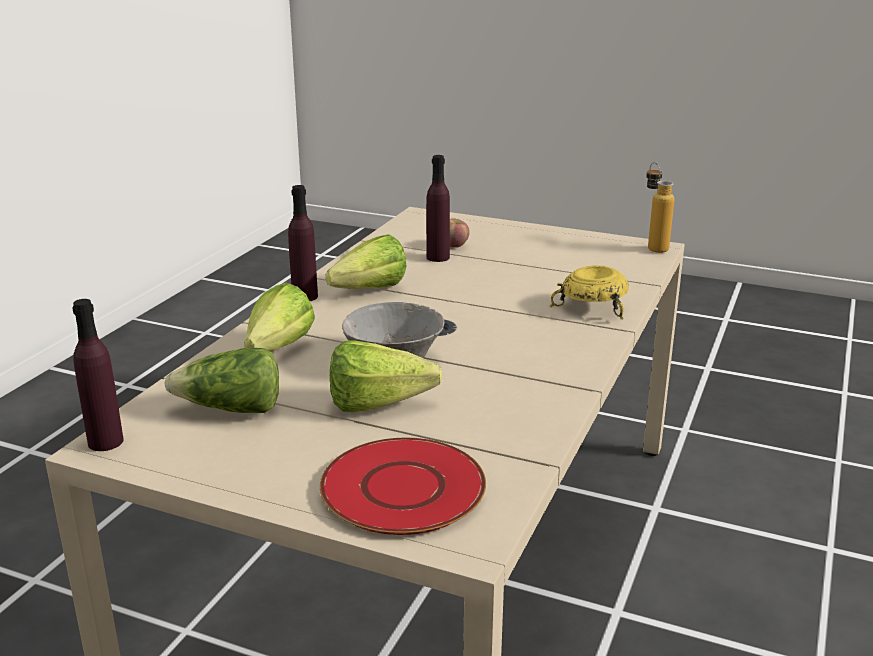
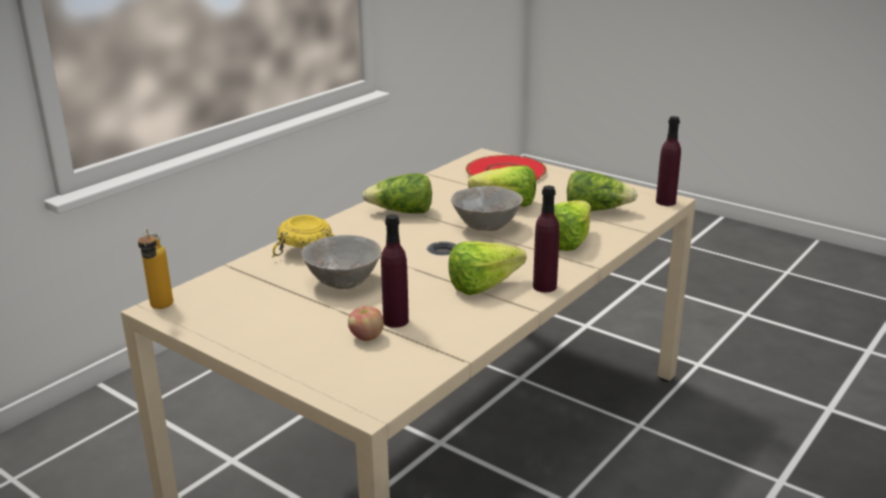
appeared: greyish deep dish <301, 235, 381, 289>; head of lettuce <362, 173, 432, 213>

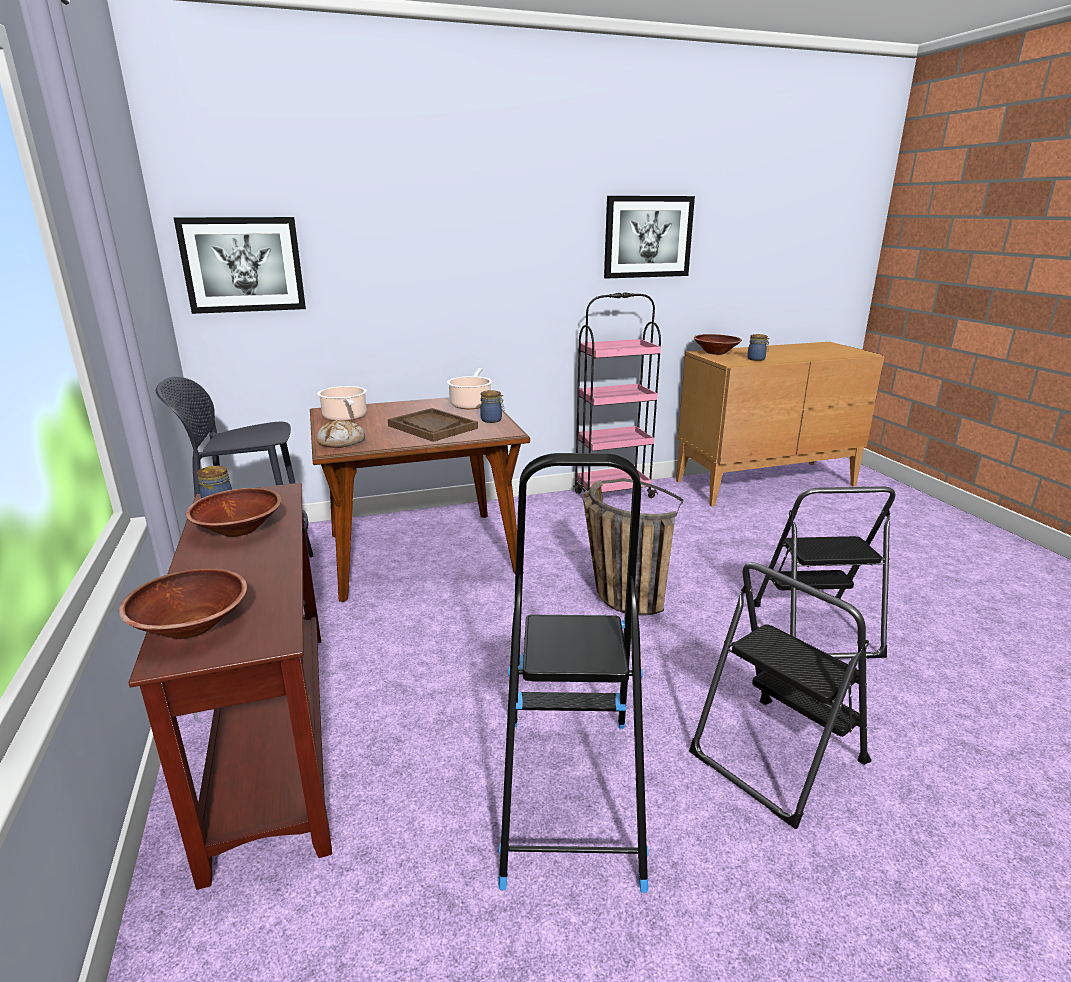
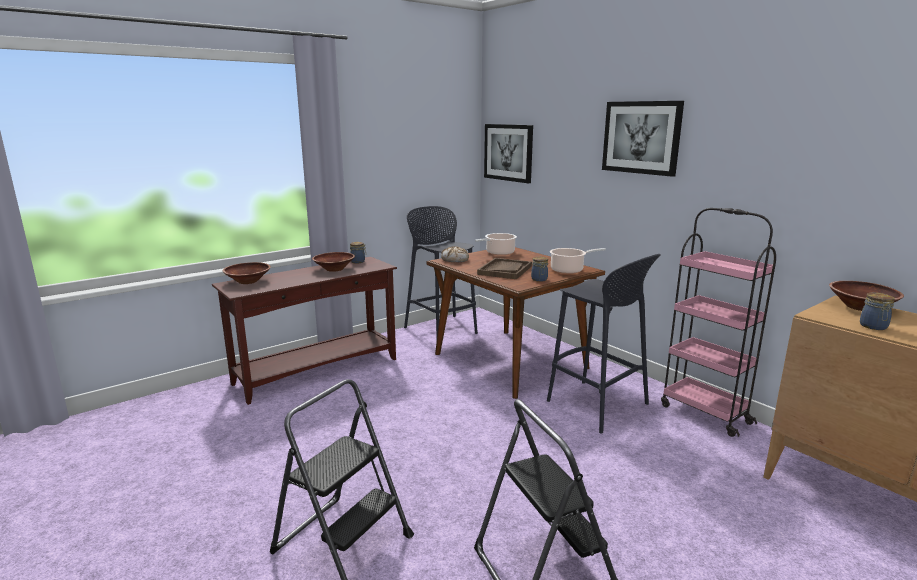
missing: blackish step stool <499, 453, 649, 893>; household basket <583, 478, 683, 616>
appeared: greyish sitting stool <547, 254, 661, 434>
relocated: wall picture <604, 196, 695, 279> to <602, 101, 684, 177>

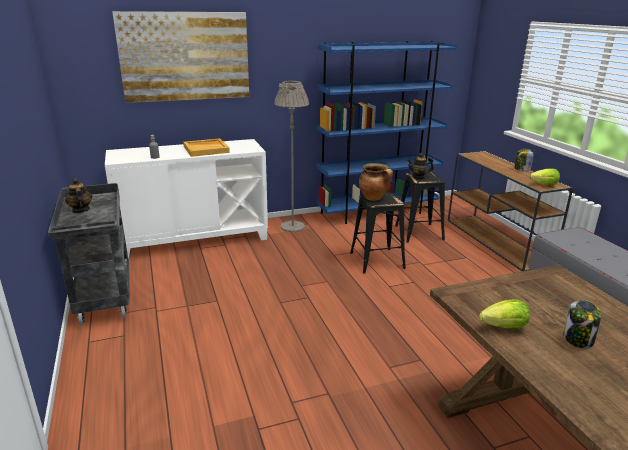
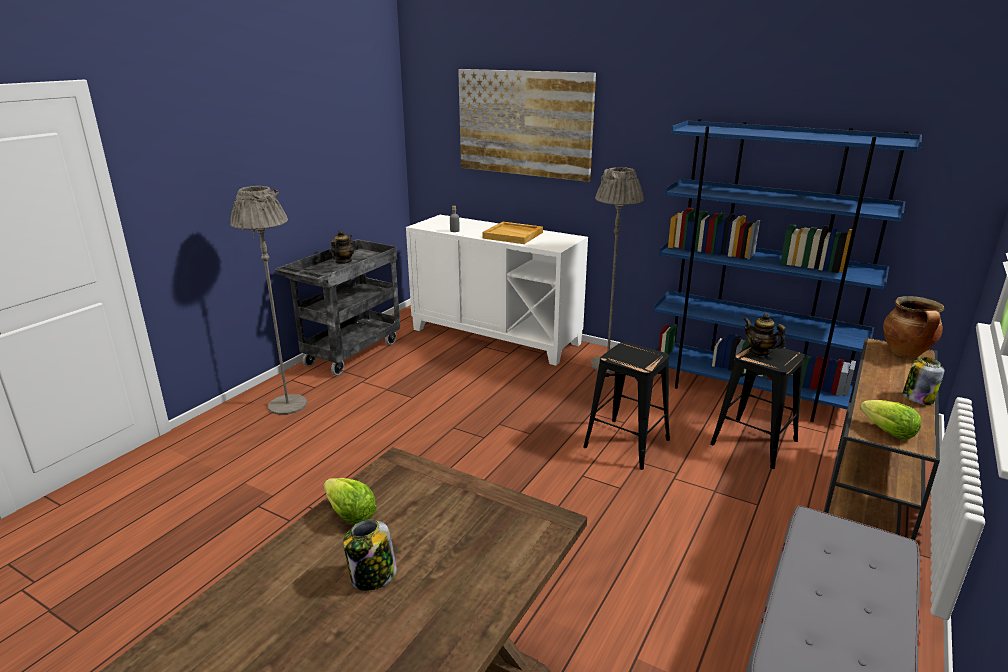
appeared: greyish standing lamp <230, 186, 307, 415>
relocated: cooking pot <359, 163, 393, 201> to <883, 296, 944, 358>

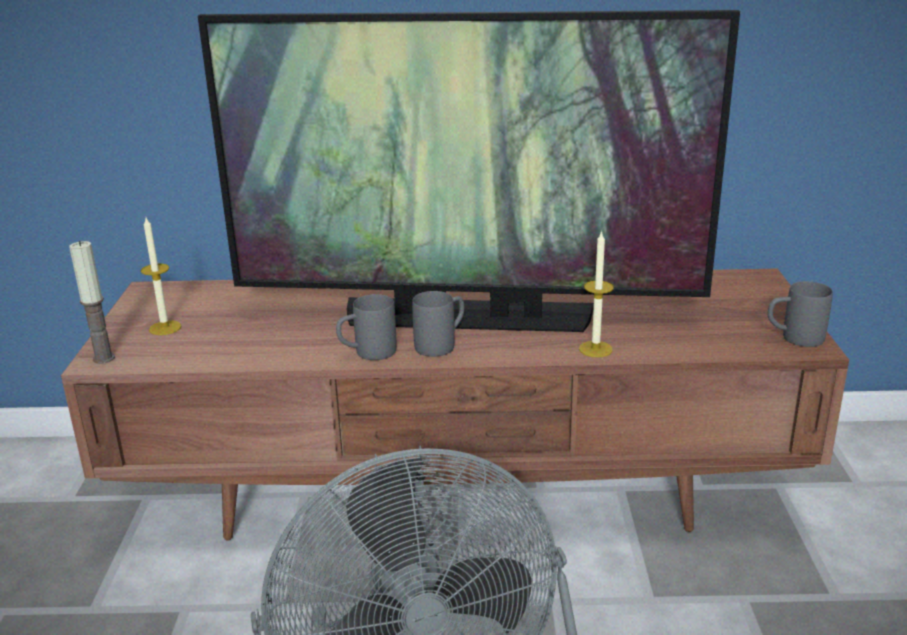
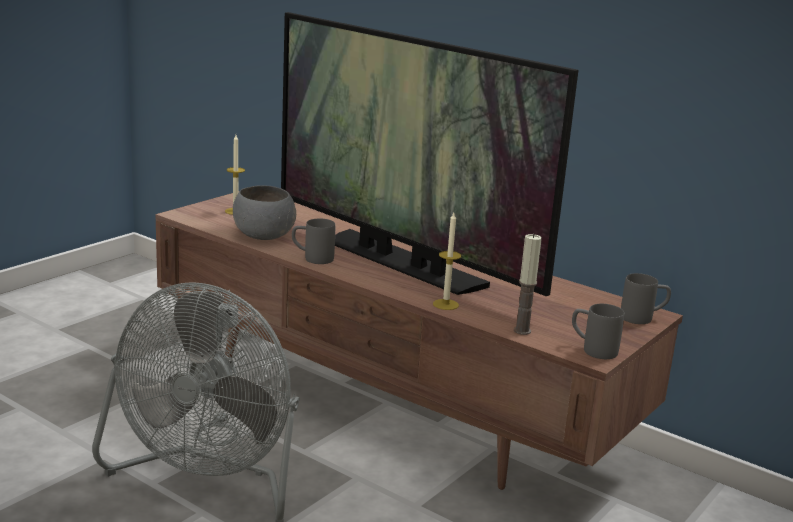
appeared: greyish deep dish <233, 185, 296, 240>
relocated: wax candle <69, 241, 115, 364> to <514, 234, 542, 335>; greyish mug <412, 291, 464, 357> to <621, 273, 671, 324>

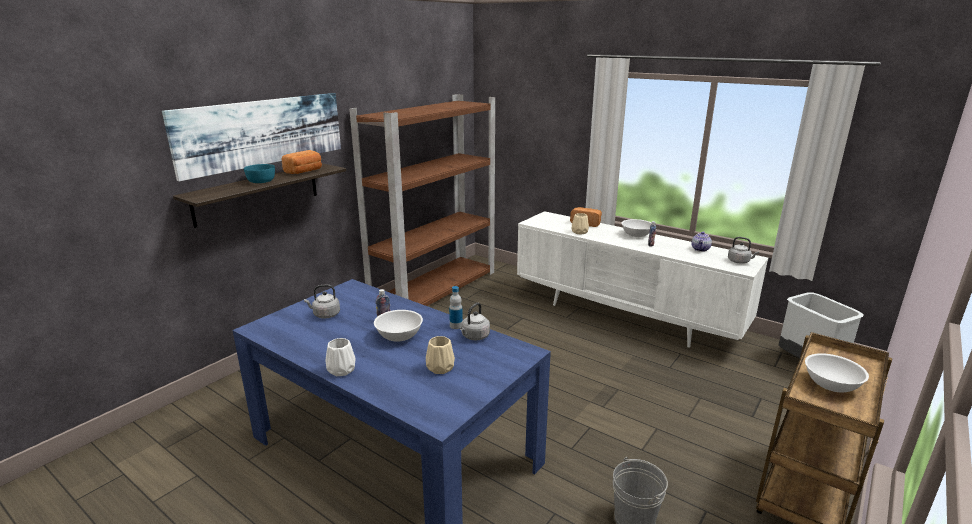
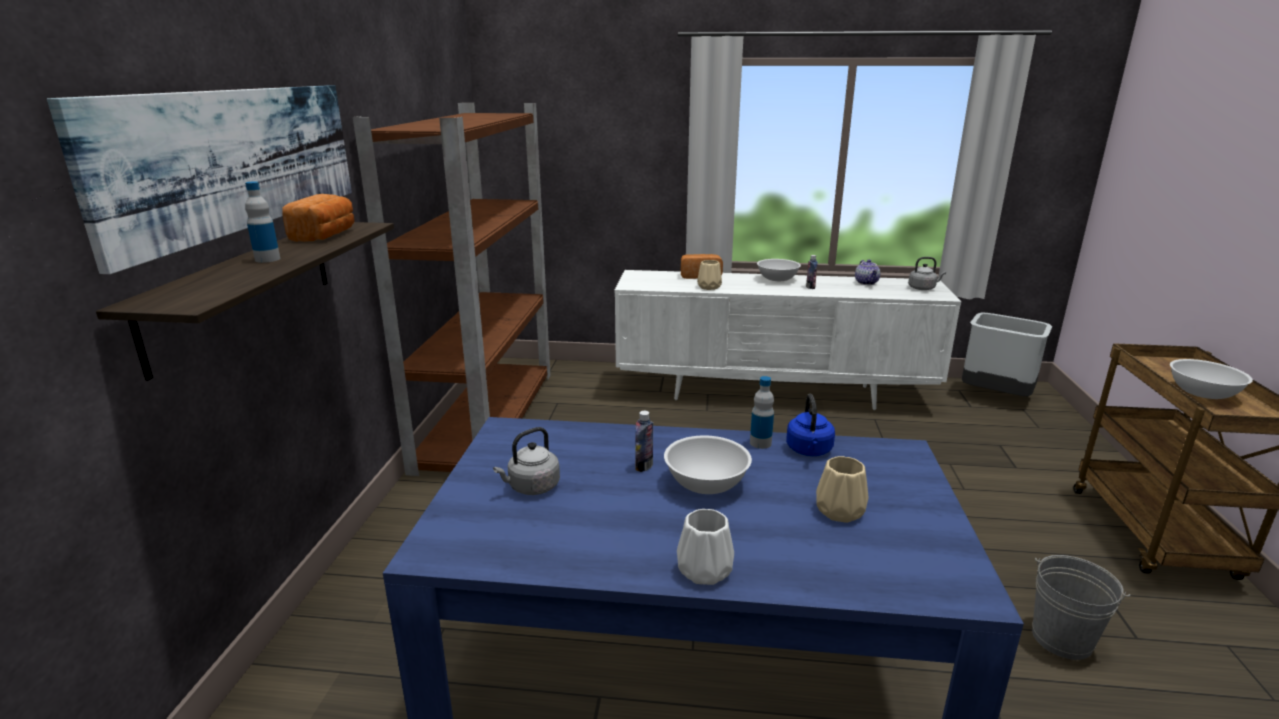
exchanged: turquoise-coloured deep dish <244, 164, 275, 183> to drink bottle <245, 181, 280, 263>
colour: greyish water kettle <460, 303, 490, 340> to blue-coloured water kettle <786, 394, 835, 456>

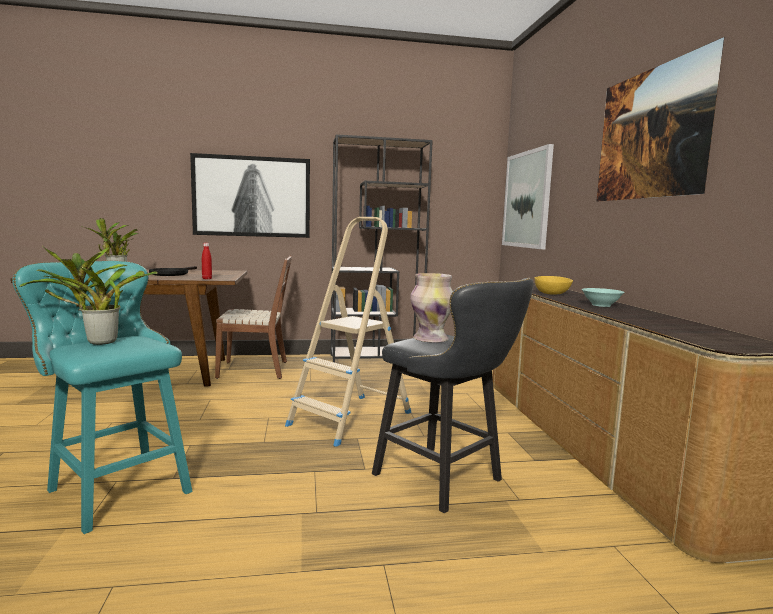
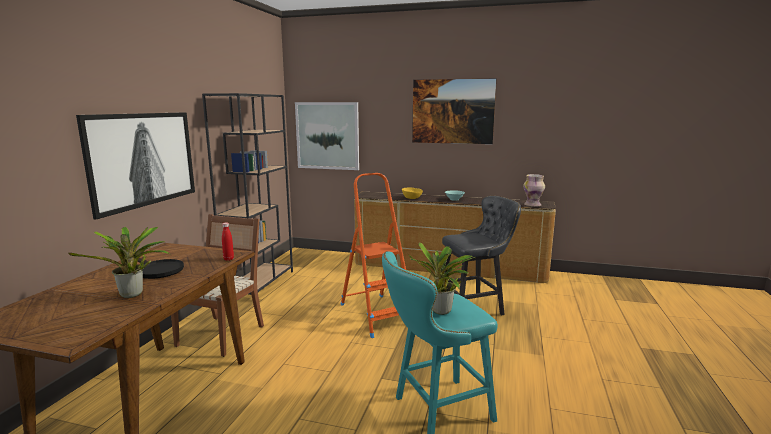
relocated: decorative vase <410, 273, 453, 343> to <523, 174, 545, 207>
colour: beige-coloured step stool <285, 217, 411, 447> to orangey step stool <341, 173, 406, 338>

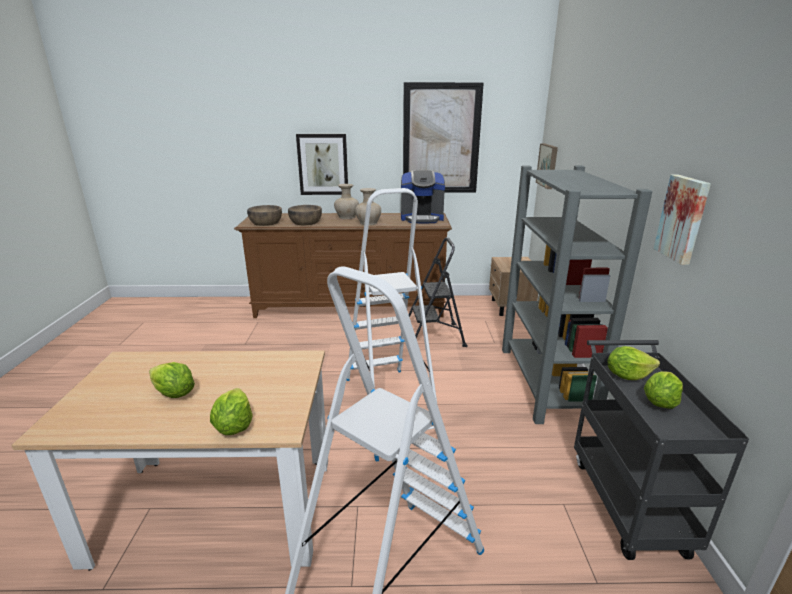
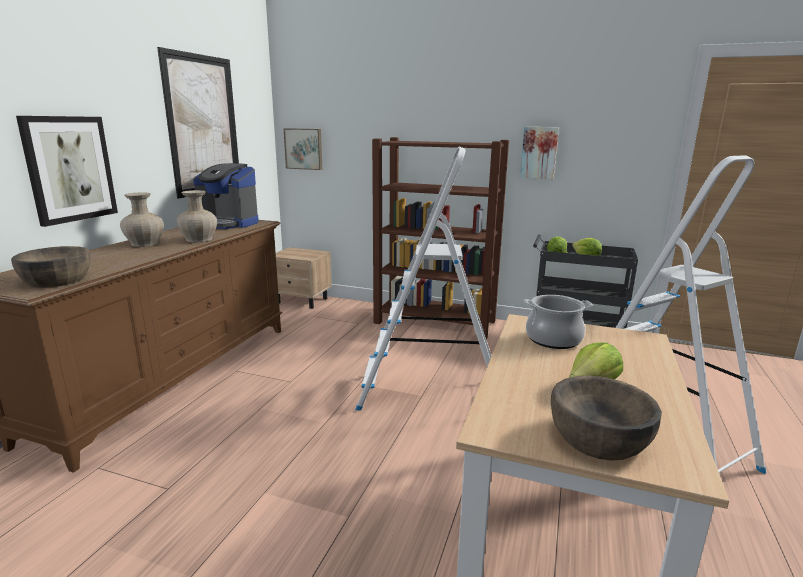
missing: head of lettuce <210, 388, 253, 435>; blackish step stool <409, 237, 468, 347>
appeared: cooking pot <524, 295, 593, 349>
relocated: brownish deep dish <288, 205, 322, 225> to <551, 376, 662, 460>
colour: greyish shelving unit <502, 165, 652, 424> to brownish shelving unit <372, 137, 509, 340>
spun: coffee machine <401, 170, 445, 223> = <193, 163, 259, 229> 90 degrees clockwise

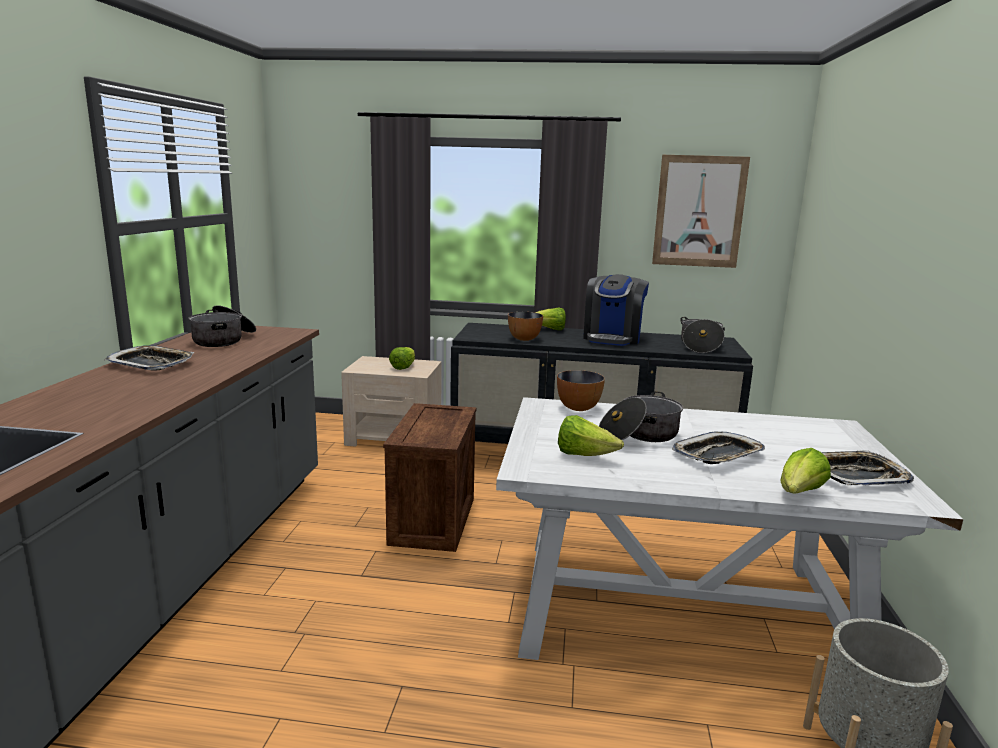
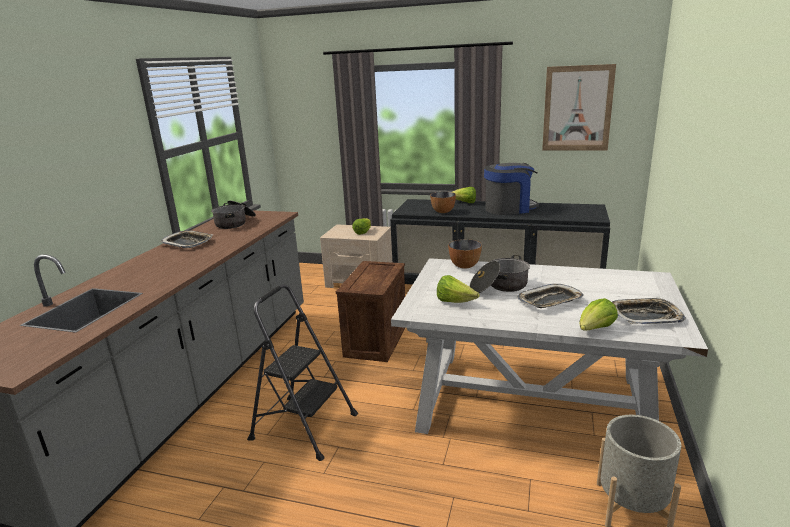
missing: cooking pot <681, 317, 725, 353>
appeared: blackish step stool <247, 284, 358, 461>
spun: coffee machine <583, 274, 649, 346> = <484, 163, 539, 215> 135 degrees counterclockwise

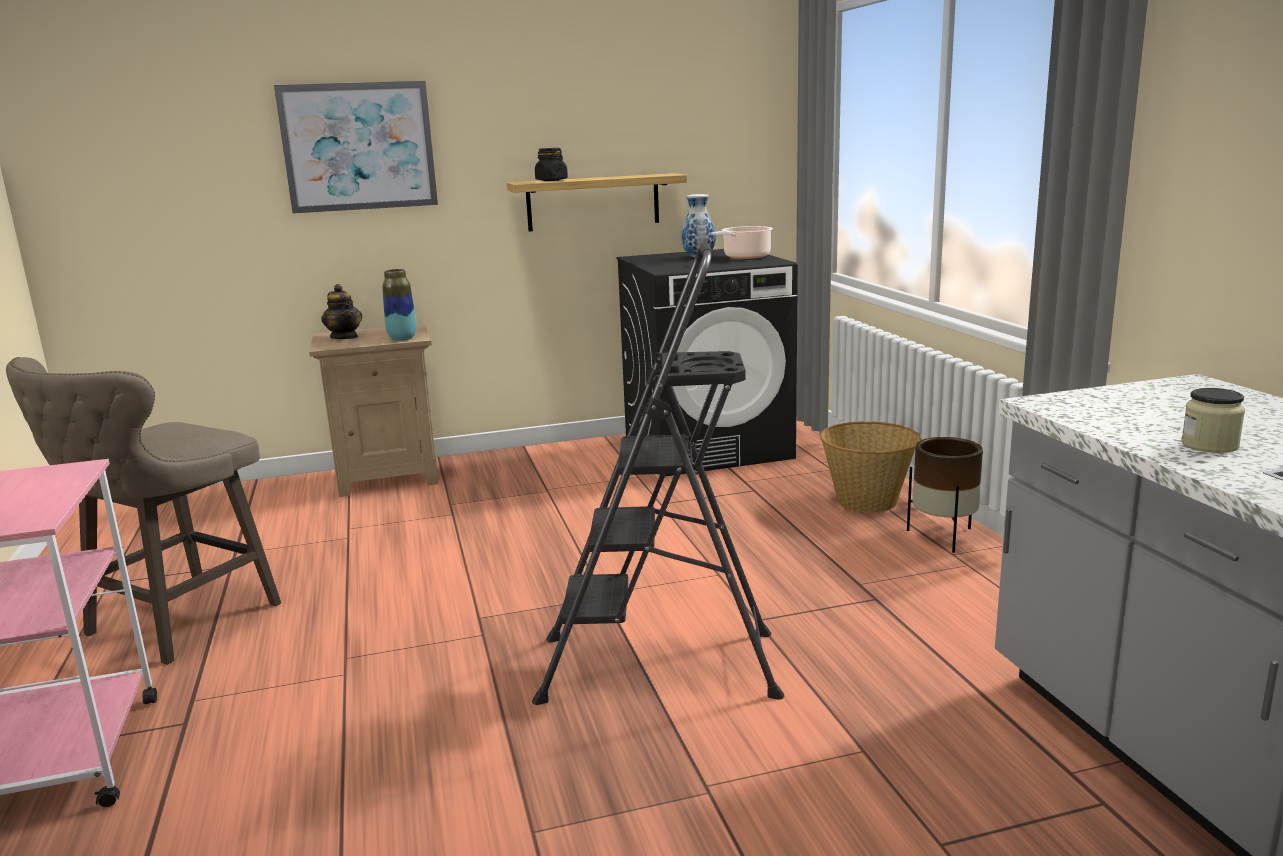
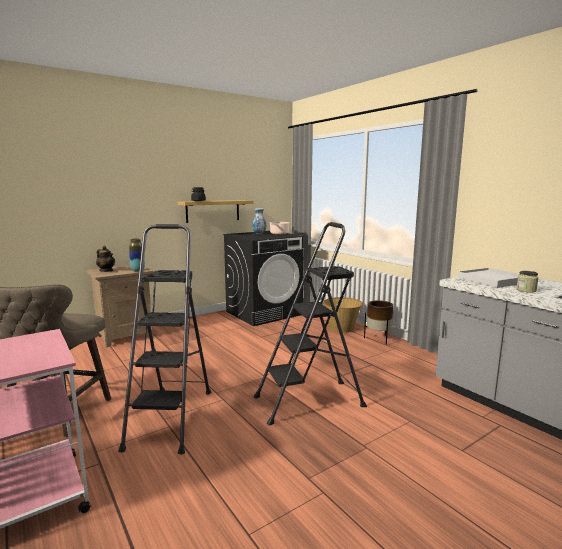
missing: wall picture <274, 81, 438, 214>
appeared: step stool <118, 224, 211, 455>; white carrying tray <458, 268, 520, 288>

